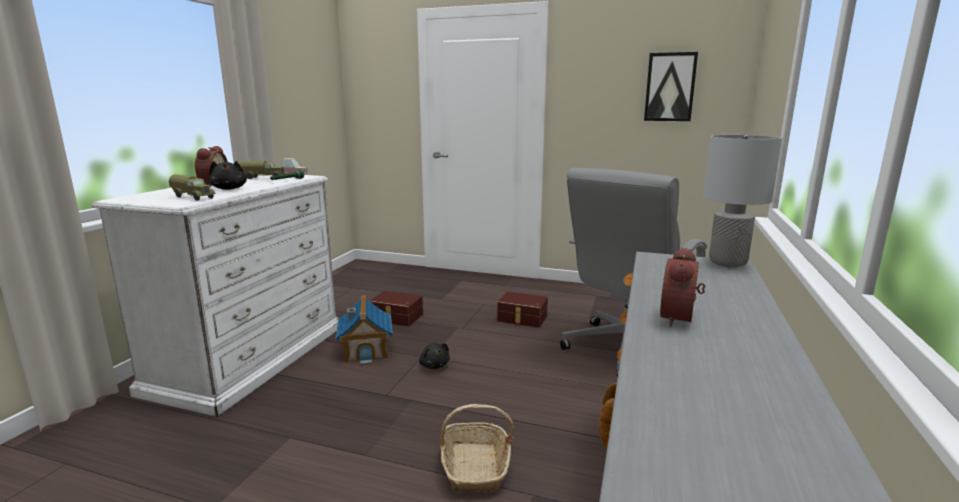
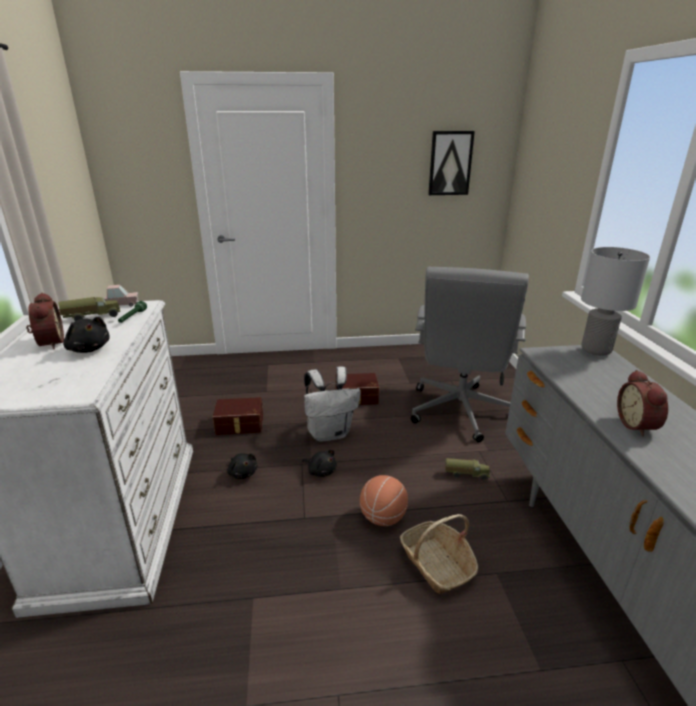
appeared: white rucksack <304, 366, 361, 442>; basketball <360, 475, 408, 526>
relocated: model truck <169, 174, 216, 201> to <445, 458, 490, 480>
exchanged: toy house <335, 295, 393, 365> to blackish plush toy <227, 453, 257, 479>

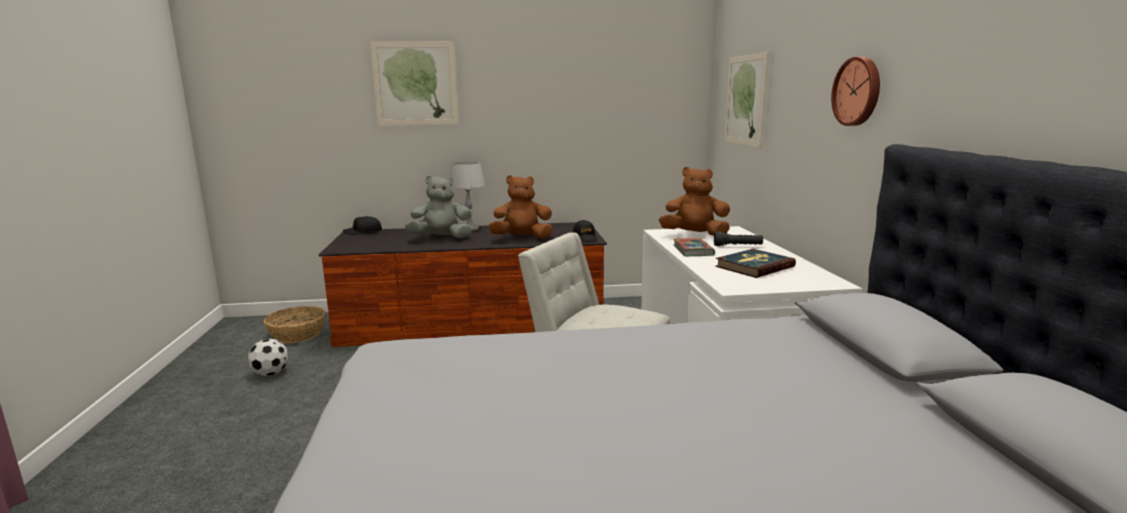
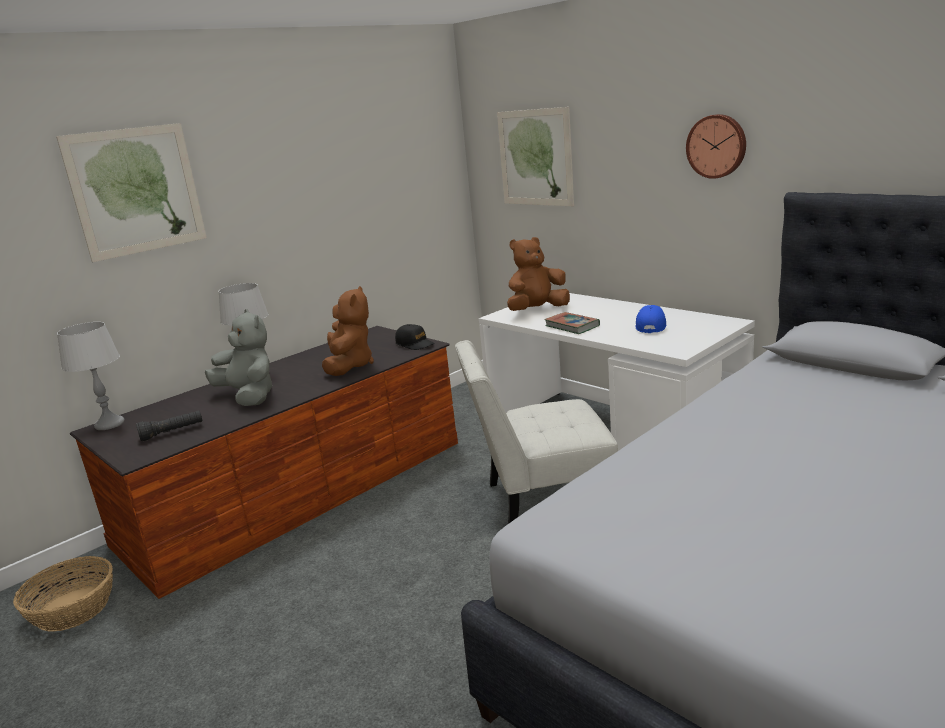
missing: ball for football <248, 339, 289, 376>
relocated: blackish flashlight <714, 231, 763, 246> to <136, 411, 202, 441>
exchanged: blackish cap <343, 216, 382, 235> to greyish table lamp <57, 322, 124, 430>; book <715, 249, 796, 278> to blue-coloured cap <636, 305, 666, 333>
spun: greyish plush toy <405, 176, 472, 238> = <205, 309, 272, 406> 90 degrees clockwise; brownish plush toy <488, 175, 553, 238> = <322, 286, 374, 376> 135 degrees clockwise

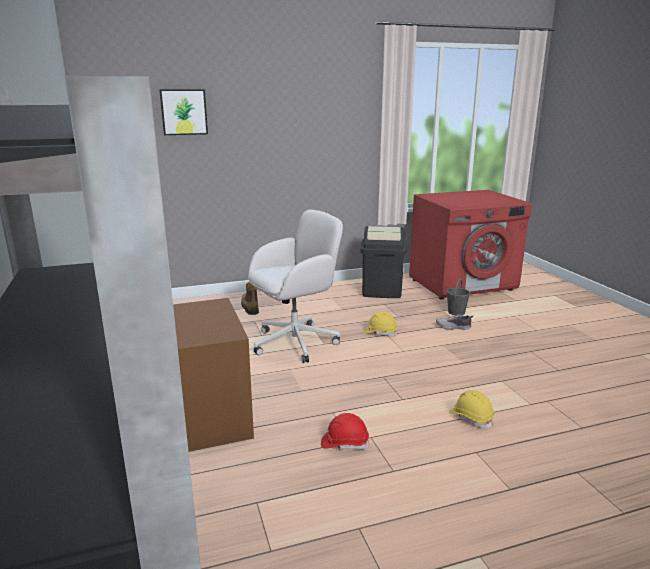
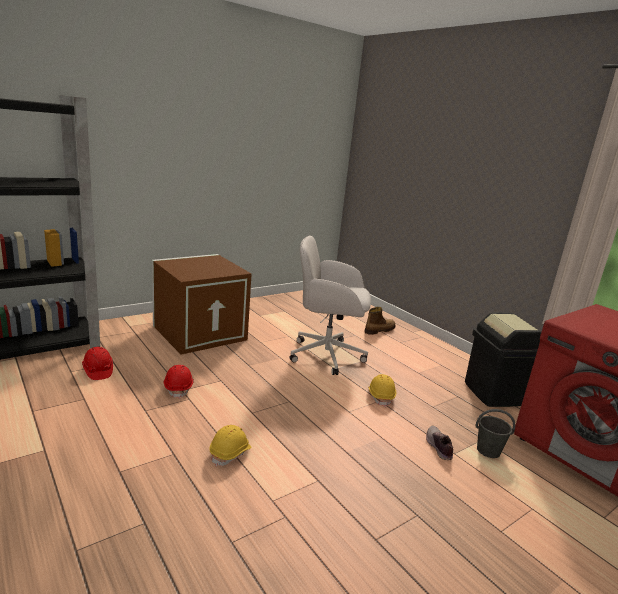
missing: wall picture <159, 89, 208, 135>
appeared: red hard hat <82, 347, 113, 380>
spun: white computer chair <248, 209, 343, 363> = <289, 235, 371, 375> 150 degrees clockwise

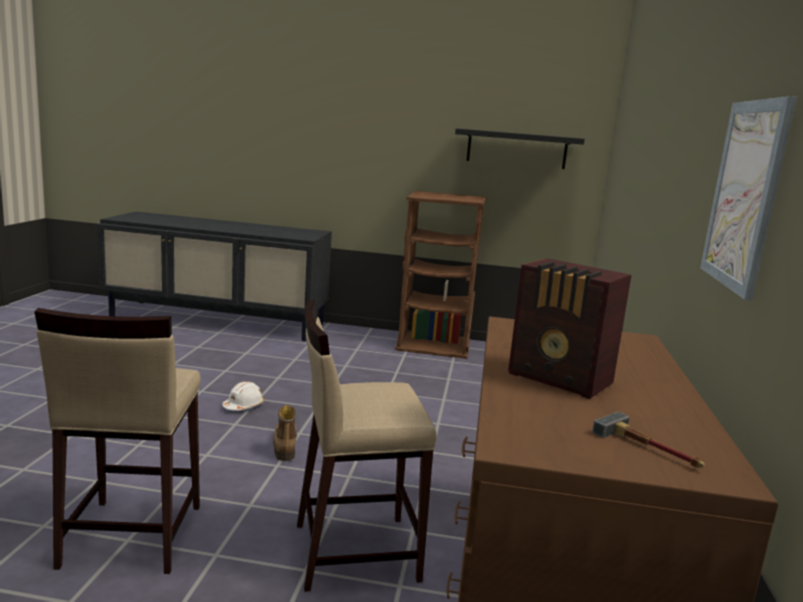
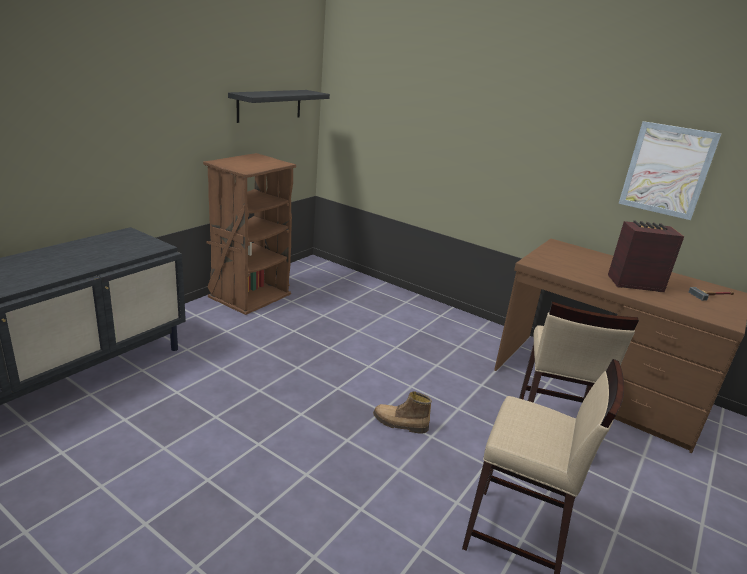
missing: white hard hat <222, 381, 264, 411>
spun: radio set <508, 258, 631, 399> = <608, 220, 684, 292> 150 degrees counterclockwise

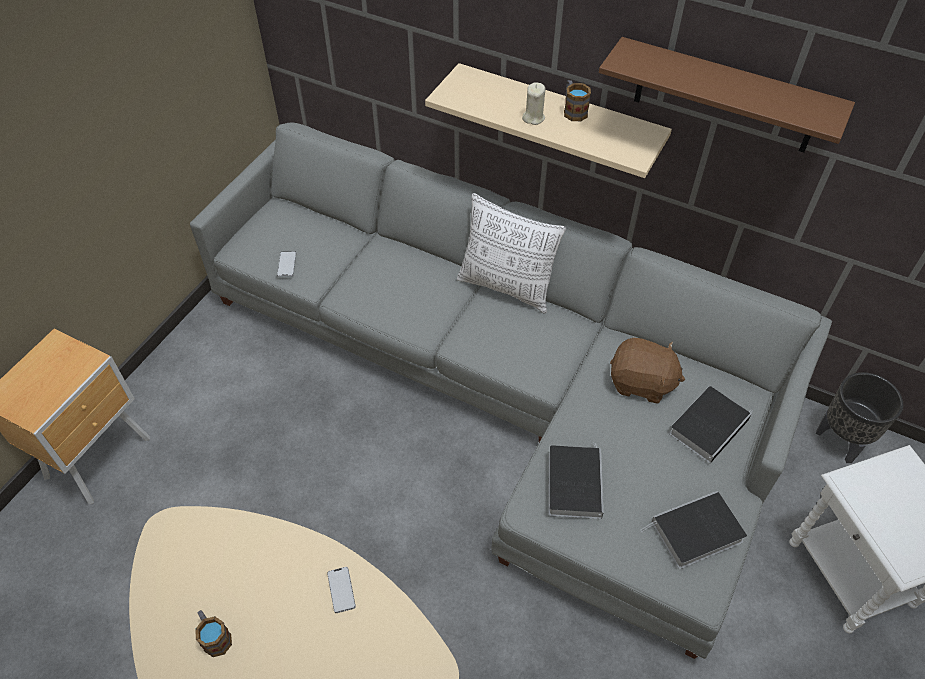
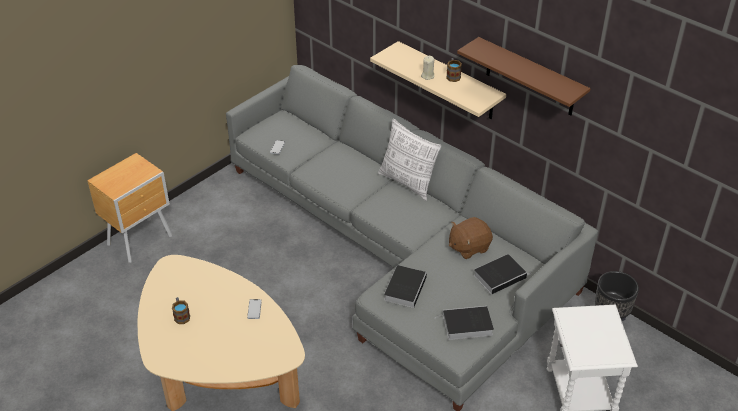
spun: brownish plush toy <610, 338, 685, 404> = <449, 217, 493, 259> 120 degrees clockwise

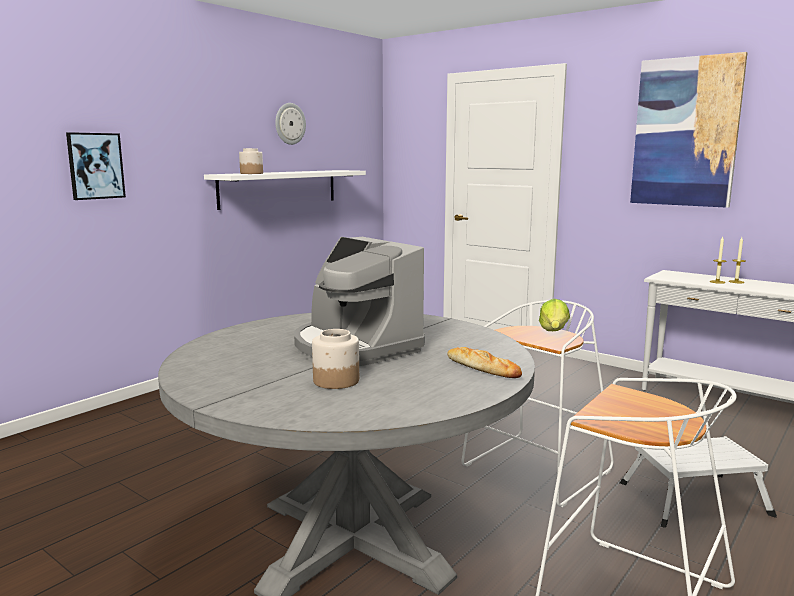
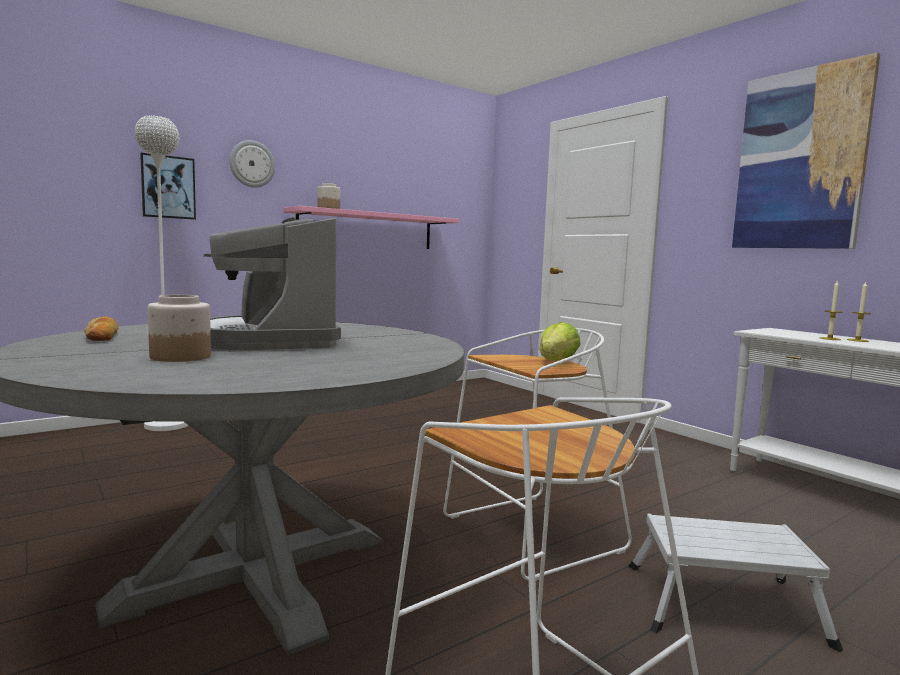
appeared: white standing lamp <135, 115, 189, 431>
relocated: wall clock <275, 103, 306, 145> to <230, 140, 275, 188>; bakery bread <447, 347, 522, 378> to <84, 316, 118, 341>
colour: white bracket shelf <204, 170, 366, 210> to pink-coloured bracket shelf <283, 206, 459, 249>

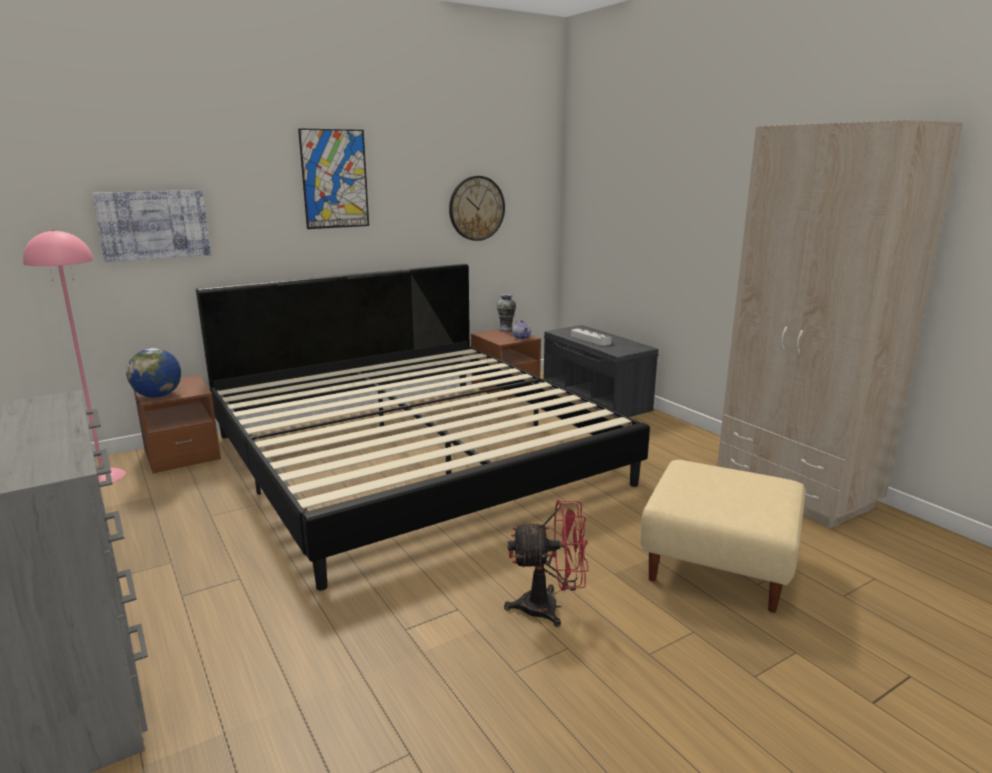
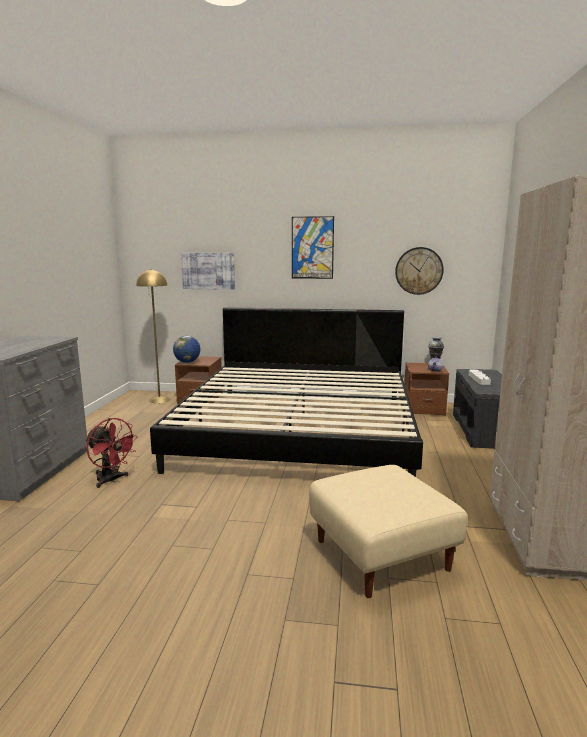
relocated: red electric fan <504, 500, 588, 627> to <86, 418, 138, 488>
colour: pink-coloured standing lamp <23, 229, 126, 483> to yellowish standing lamp <136, 269, 170, 403>

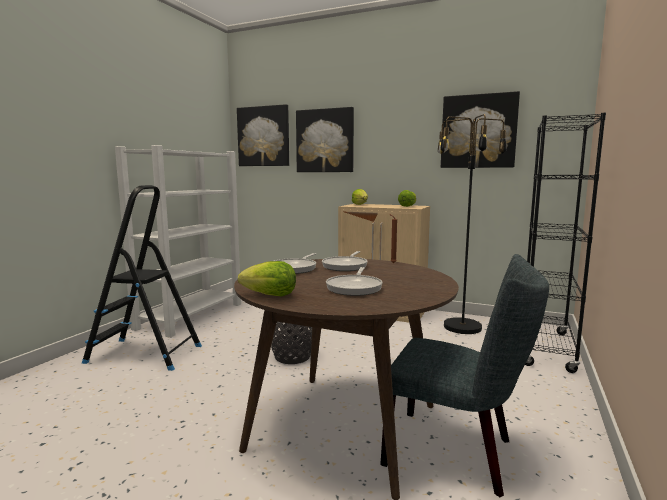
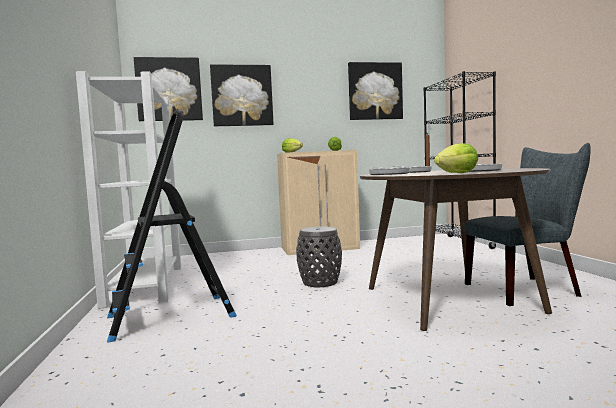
missing: standing lamp <438, 114, 507, 334>

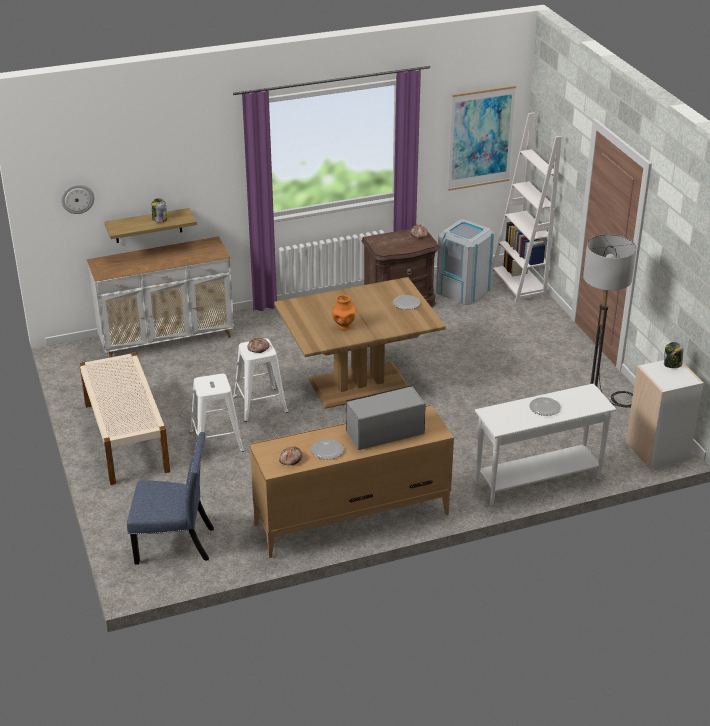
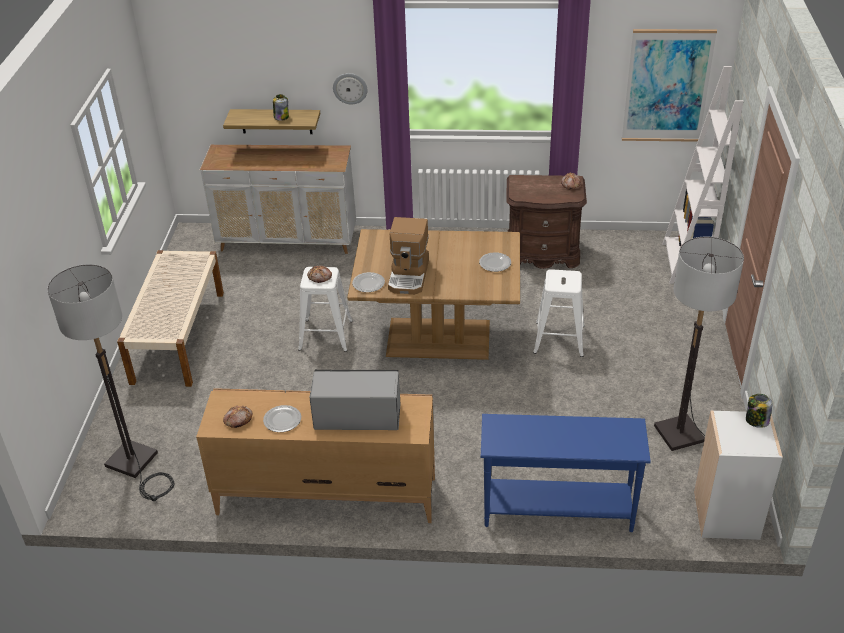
missing: greyish rubbish bin <436, 219, 494, 305>
relocated: wall clock <61, 184, 94, 214> to <333, 73, 367, 104>; white sitting stool <190, 374, 244, 452> to <533, 269, 585, 357>; dinner plate <529, 397, 561, 416> to <352, 272, 385, 292>
exchanged: blue-coloured upright chair <127, 432, 214, 564> to standing lamp <47, 264, 174, 503>; orangey decorative vase <332, 294, 356, 330> to coffee machine <388, 217, 429, 295>
colour: white narrow table <475, 383, 617, 506> to blue-coloured narrow table <481, 414, 651, 533>

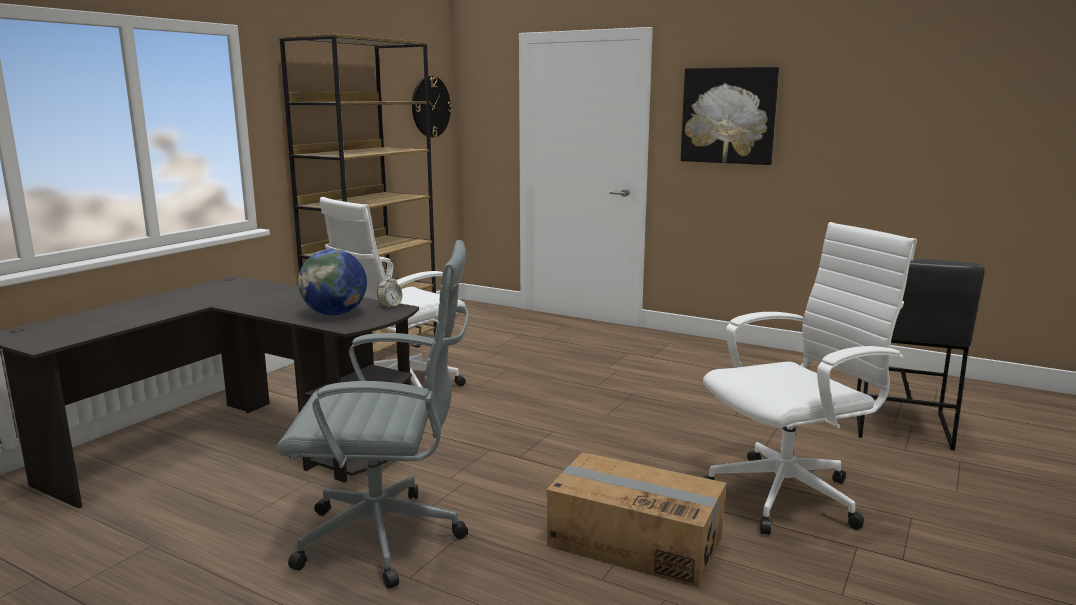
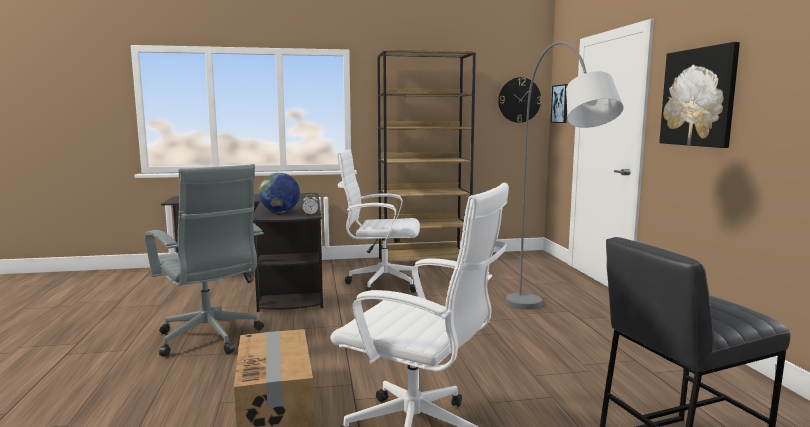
appeared: greyish standing lamp <506, 42, 624, 309>; wall picture <550, 84, 568, 123>

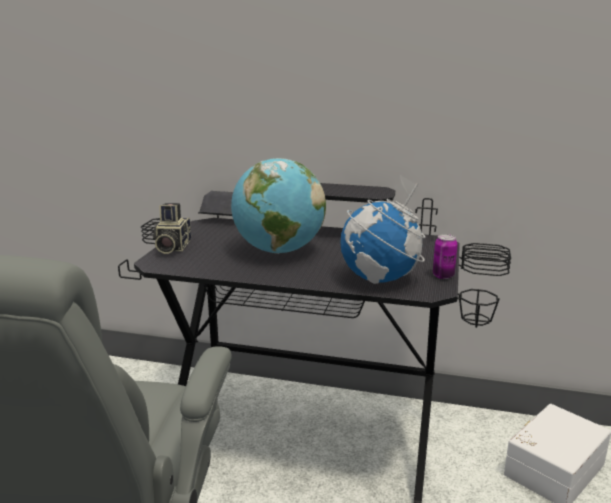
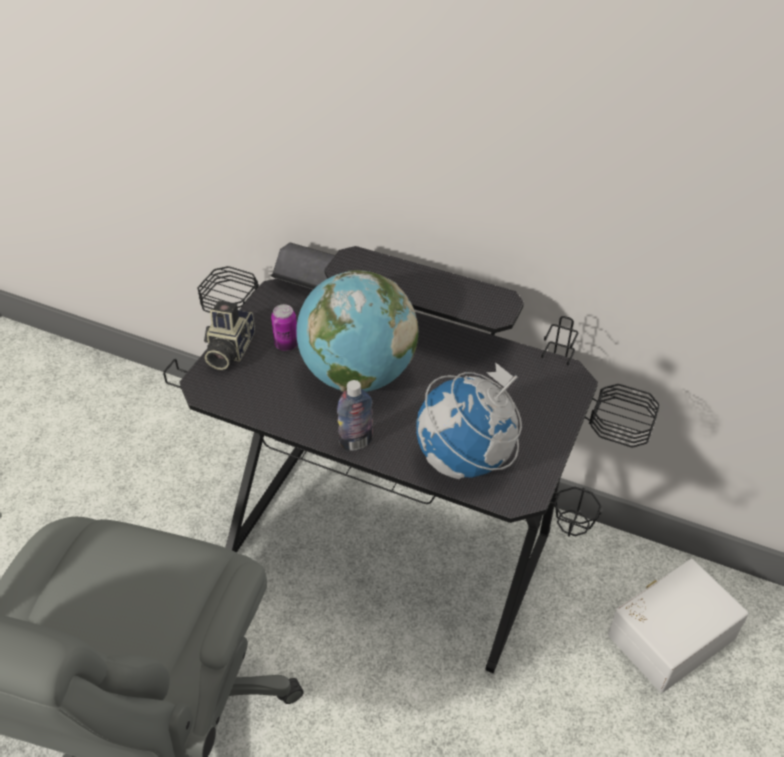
appeared: drink bottle <337, 380, 373, 451>
relocated: sealed can <433, 234, 458, 279> to <271, 304, 298, 351>

